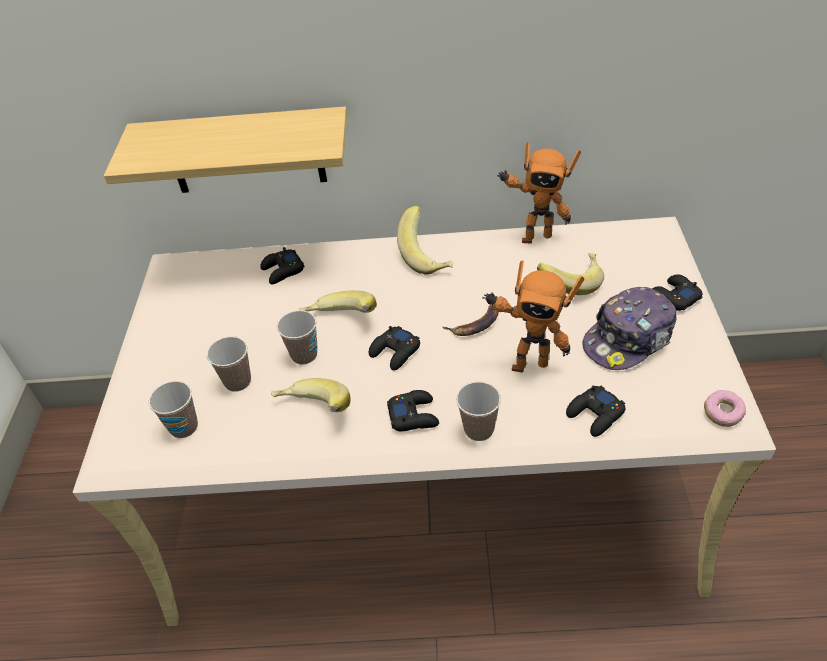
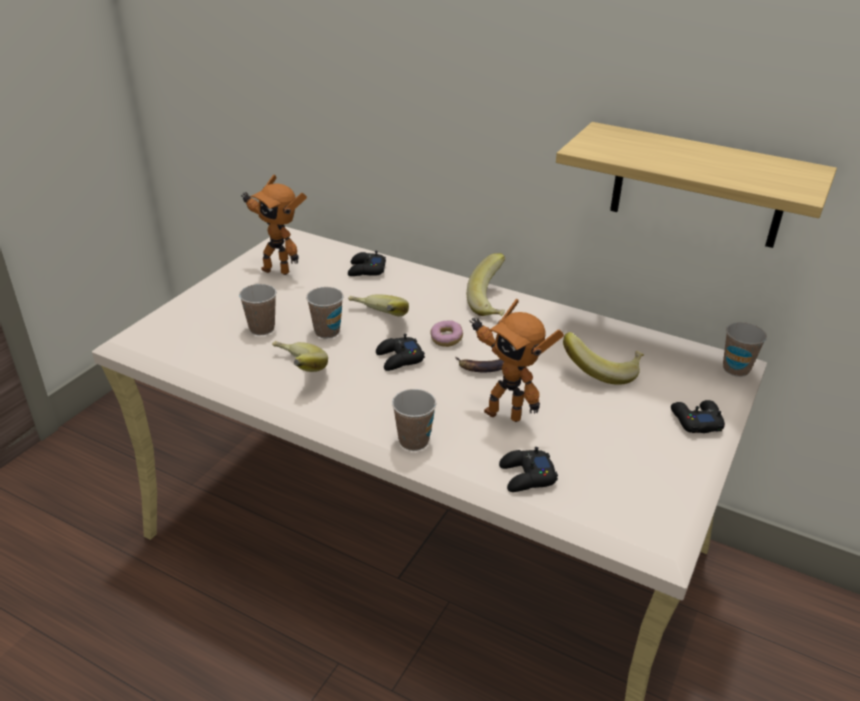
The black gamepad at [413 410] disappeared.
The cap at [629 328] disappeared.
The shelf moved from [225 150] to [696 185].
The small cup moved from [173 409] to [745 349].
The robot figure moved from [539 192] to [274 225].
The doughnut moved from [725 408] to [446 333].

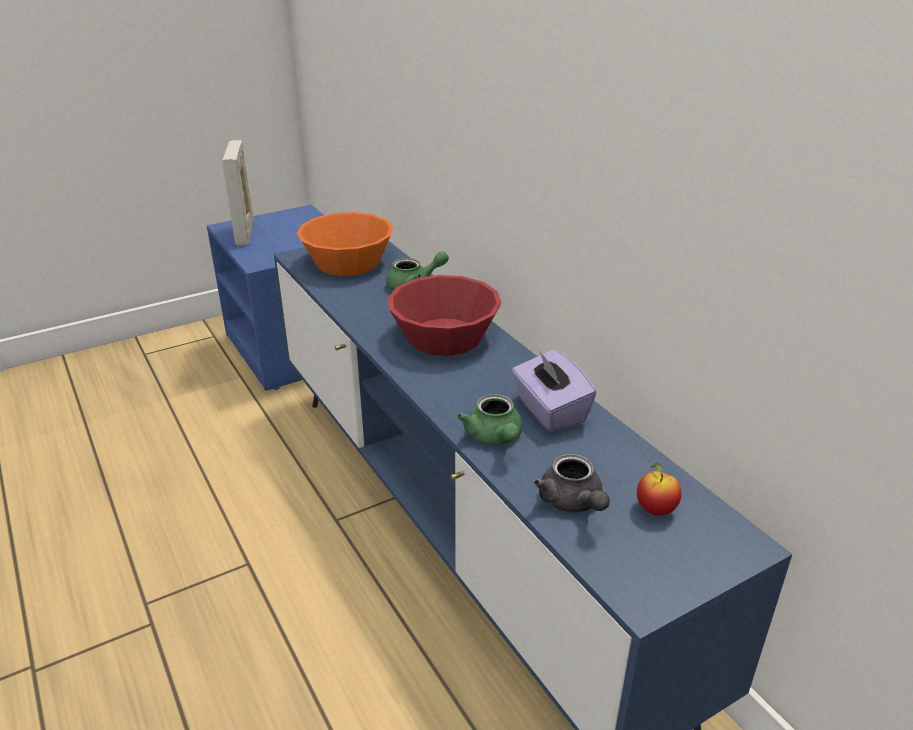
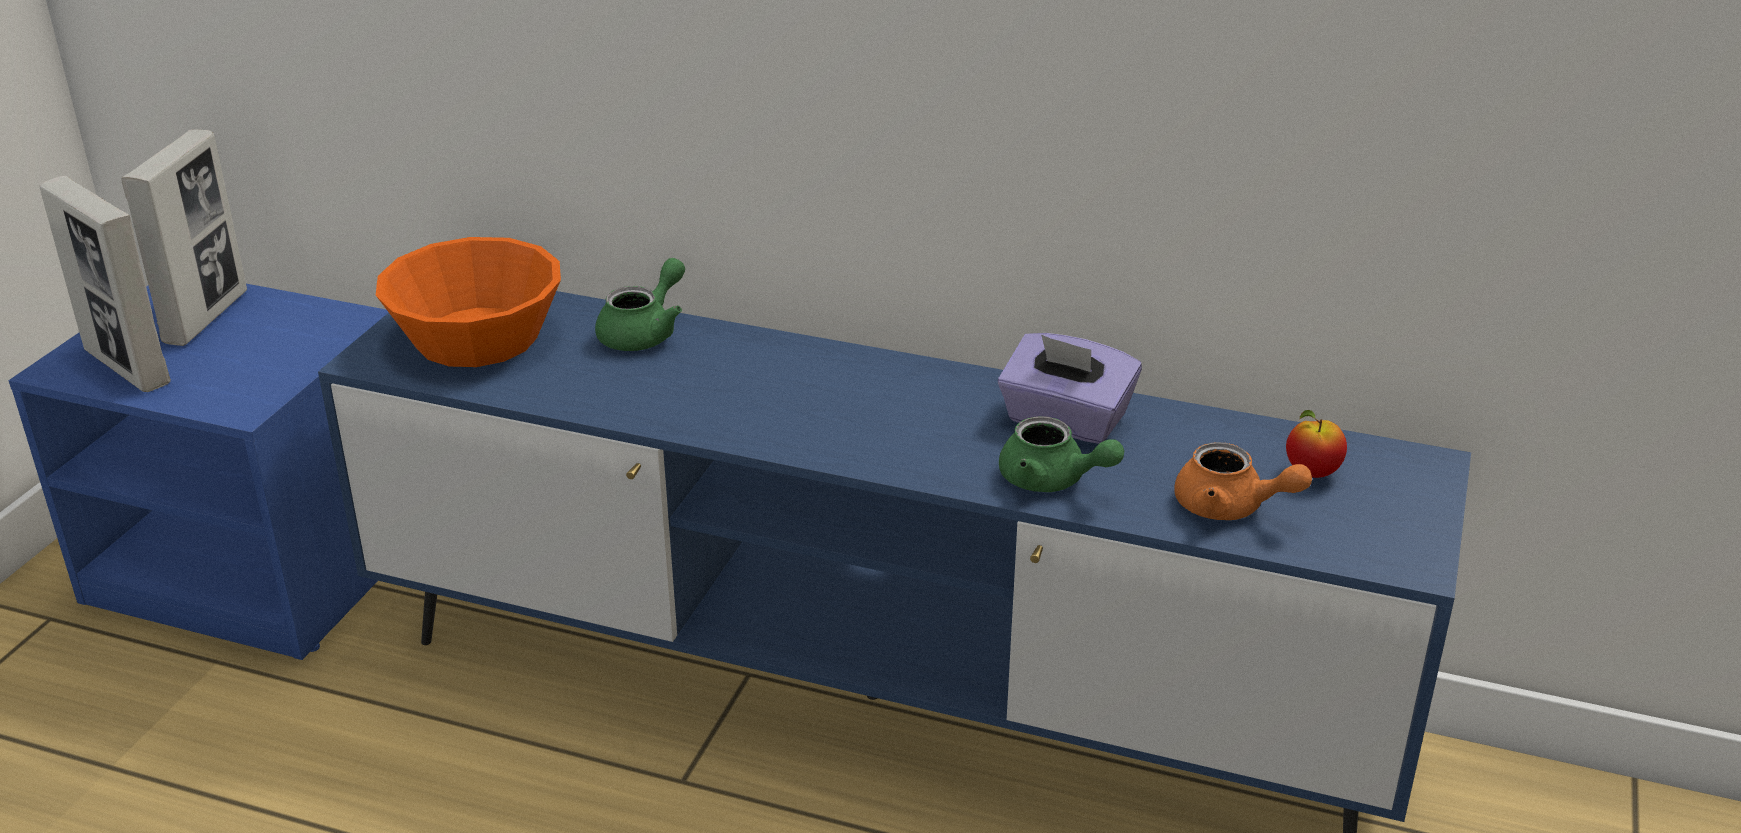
The red-coloured bowl at [445 315] disappeared.
The picture frame at [184 237] appeared.
The grey teapot at [572 483] became the orange teapot at [1243 481].

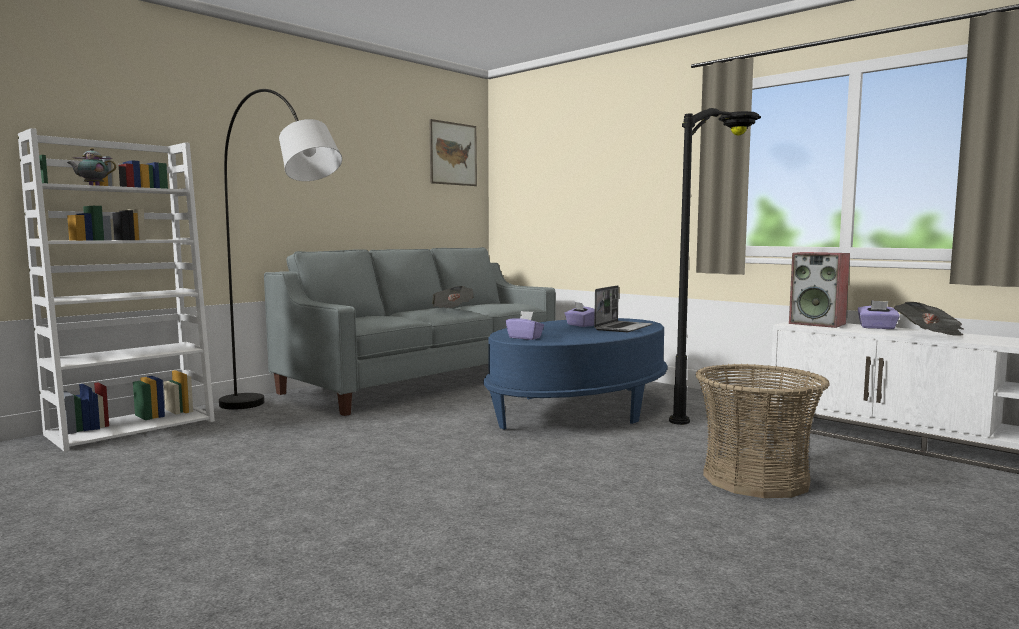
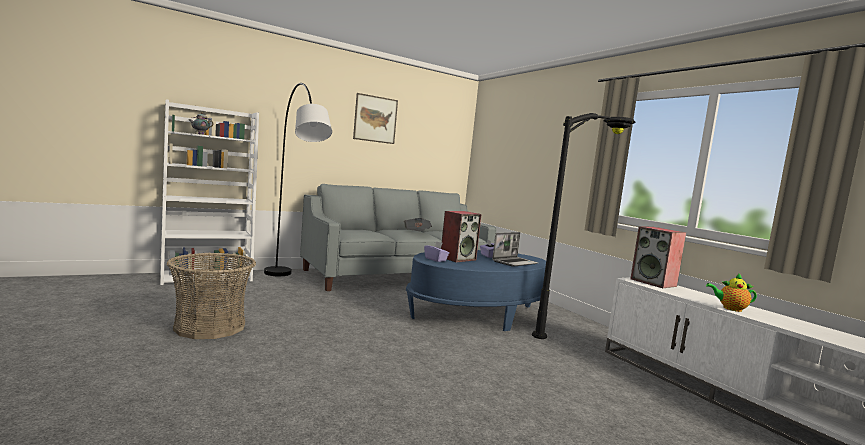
The purplish box of tissues at [879 314] disappeared.
The speaker at [461 236] appeared.
The wall picture moved from [453 152] to [375 118].
The storage basket moved from [763 431] to [211 296].
The daily paper at [929 319] was replaced by the teapot at [731 292].

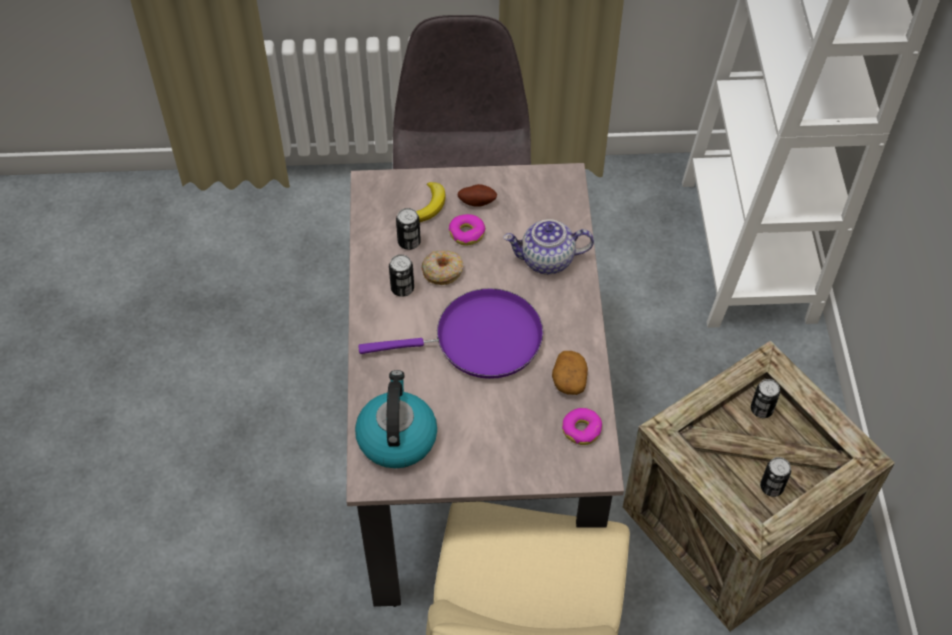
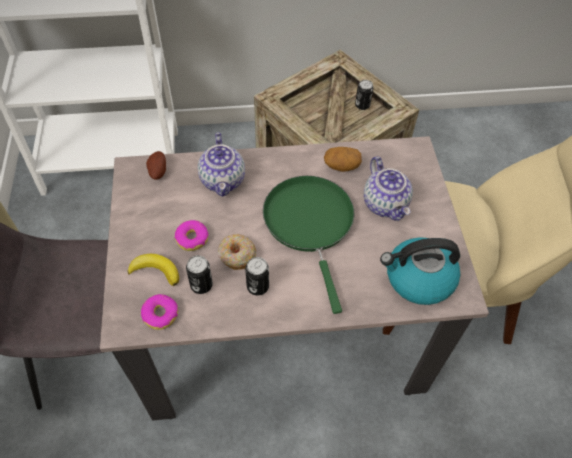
The sealed can at [765 398] disappeared.
The teapot at [388 188] appeared.
The whole potato moved from [477 195] to [156 165].
The doughnut moved from [582 426] to [159 312].
The purplish pan at [450 333] became the green-coloured pan at [308 245].

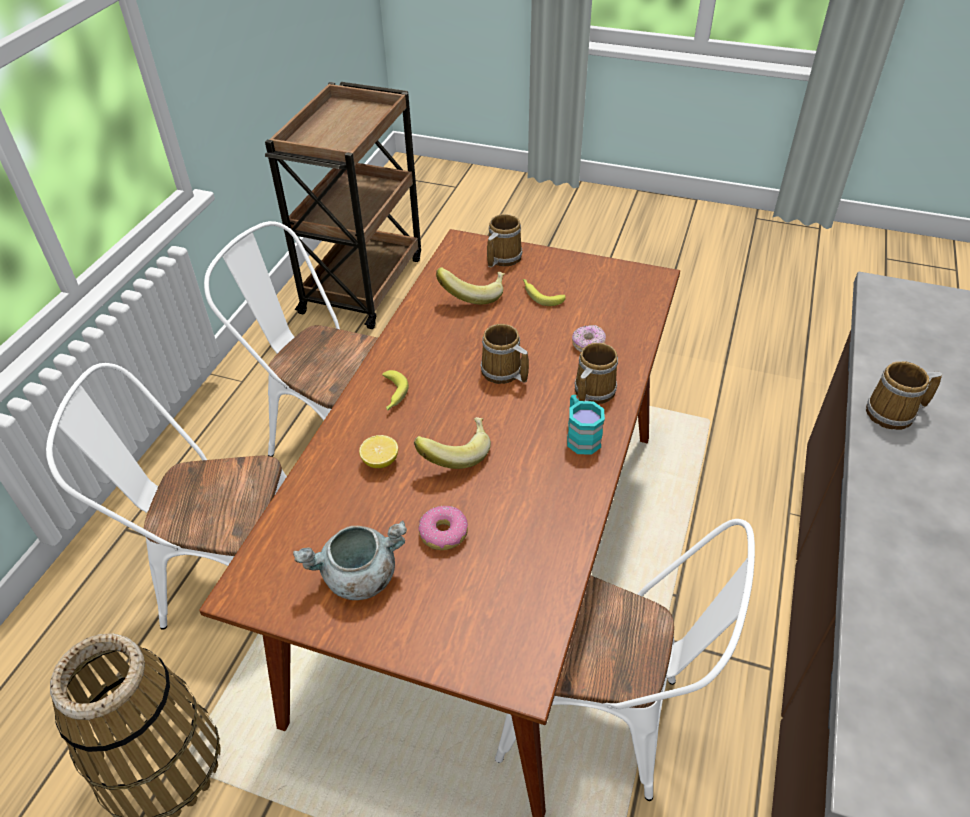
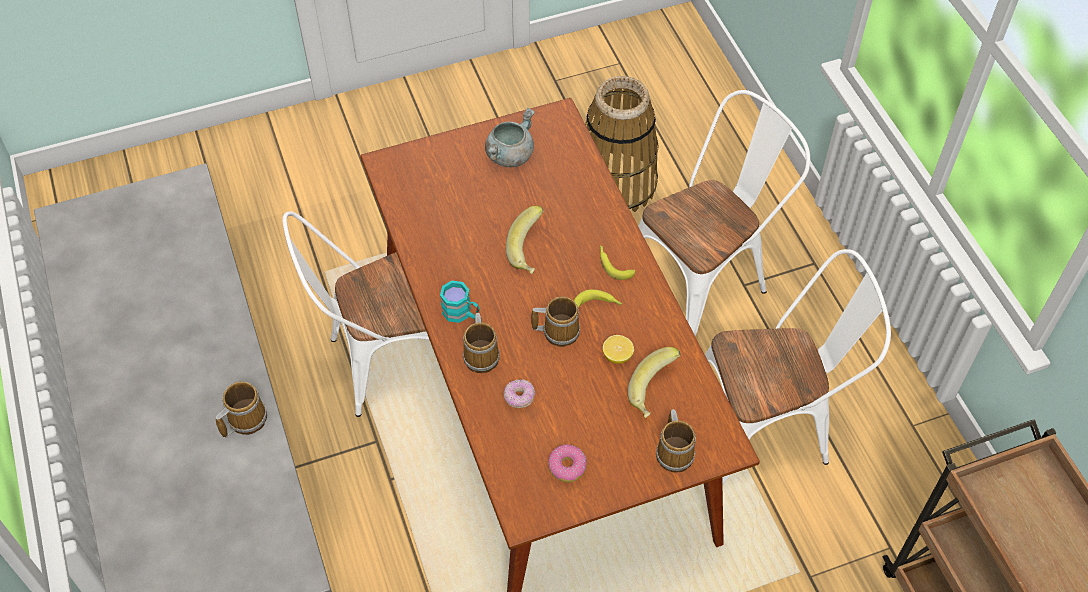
The citrus fruit moved from [378 451] to [618 349].
The doughnut moved from [443 528] to [567 463].
The banana moved from [544 292] to [598 298].

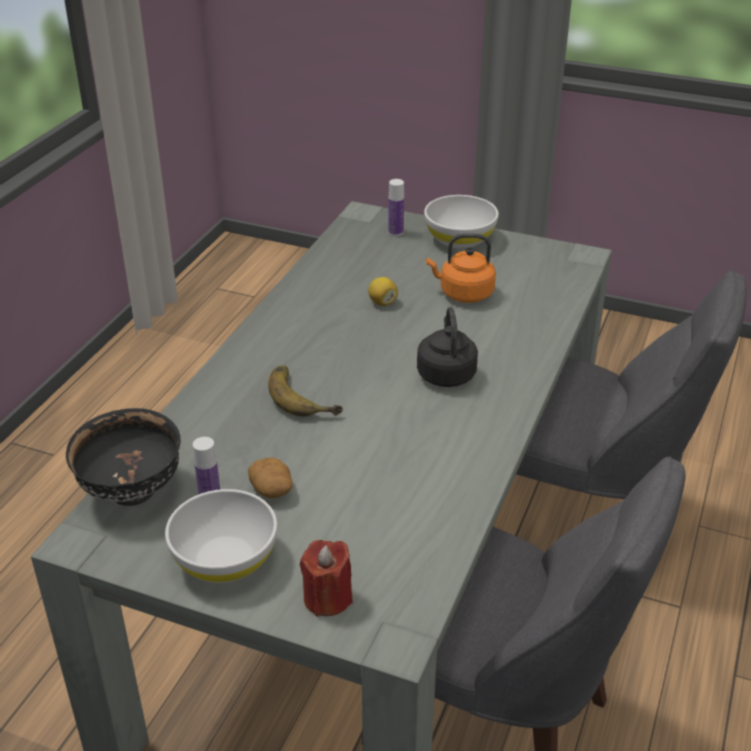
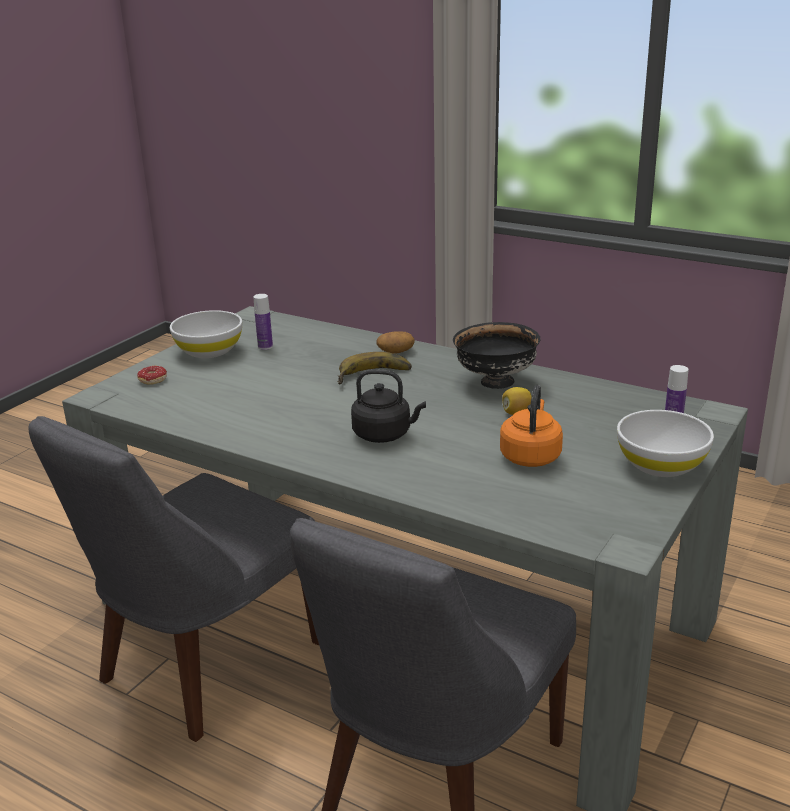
The black bowl moved from [123 457] to [496 355].
The whole potato moved from [270 478] to [395 342].
The red-coloured wax candle at [326 578] was replaced by the doughnut at [152 375].

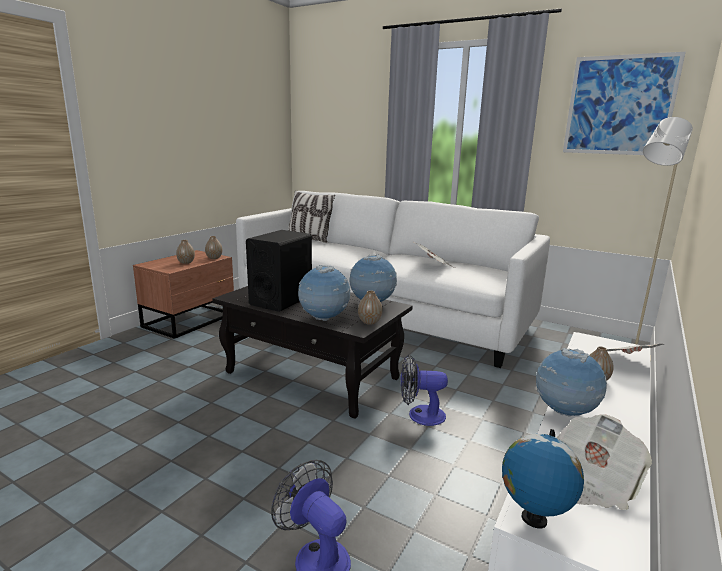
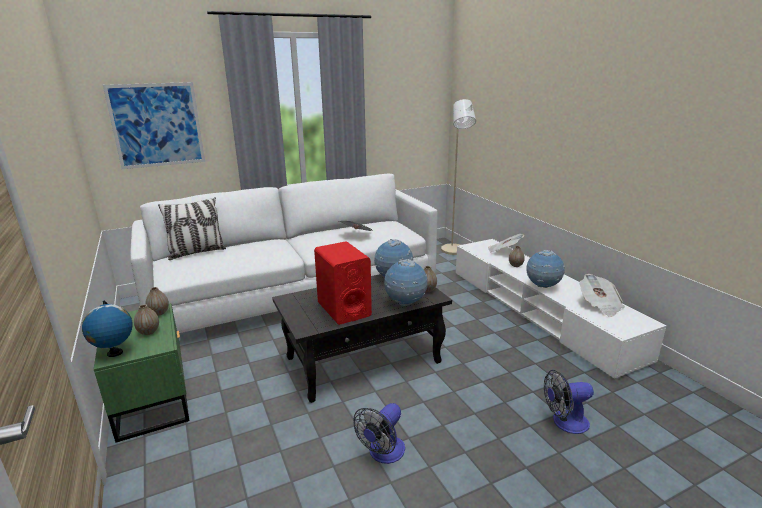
The electric fan moved from [424 390] to [379 433].
The desk globe moved from [543 478] to [107 329].
The wall picture moved from [624 103] to [154 125].
The brownish night table at [183 294] became the green-coloured night table at [141 373].
The black speaker at [279 271] became the red-coloured speaker at [343 283].

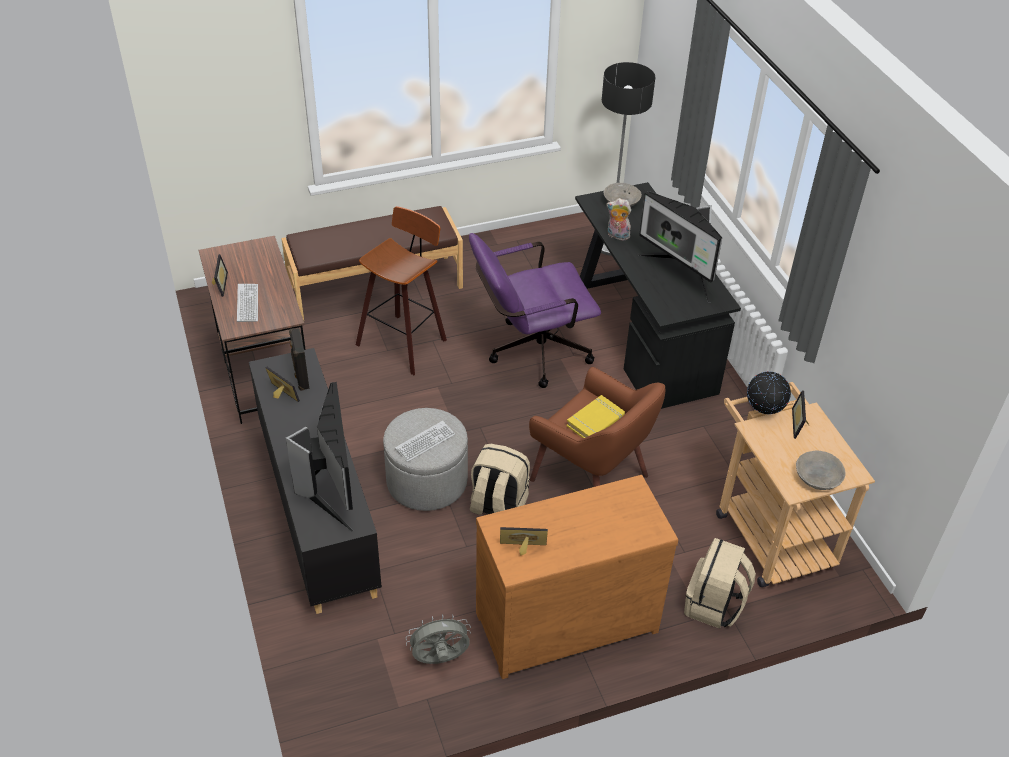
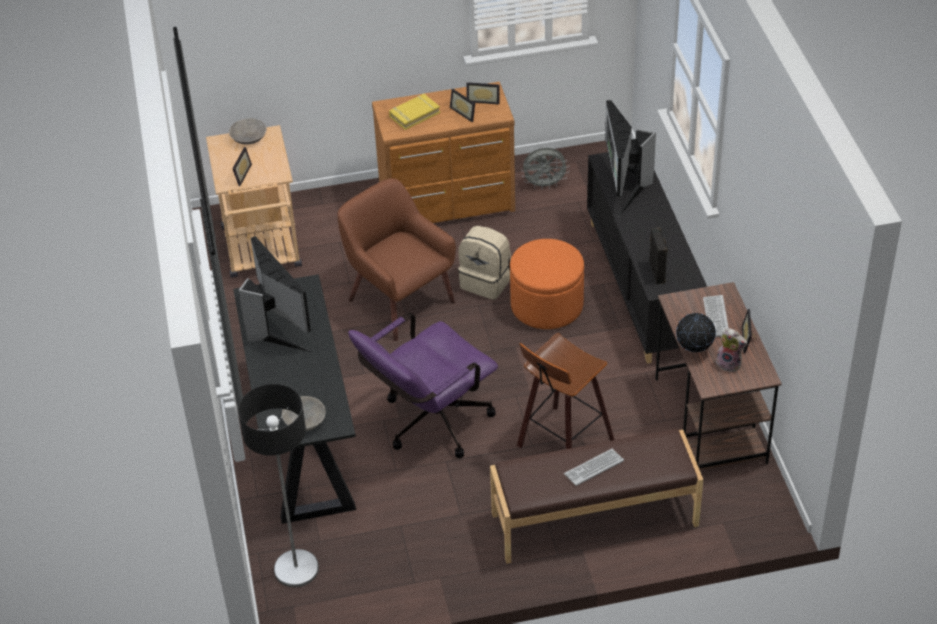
The beige-coloured knapsack at [720 583] disappeared.
The picture frame moved from [282 384] to [462 105].
The computer keyboard moved from [425 441] to [594 467].
The yellow-coloured bound book moved from [595 416] to [414 112].
The cuddly toy moved from [619 219] to [732 350].
The desk globe moved from [769 393] to [696 333].
The grey ottoman at [425 459] became the orange ottoman at [547 284].
The purplish office chair at [535 310] turned 150 degrees clockwise.

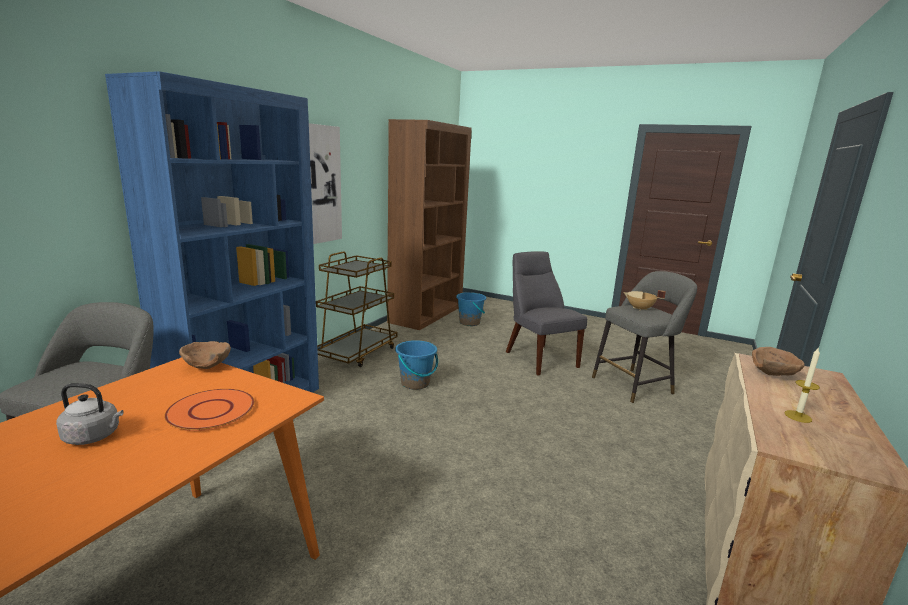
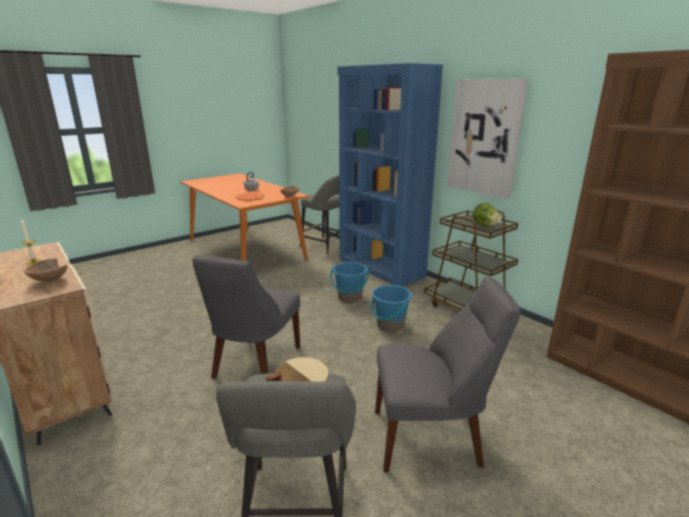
The grey chair at [246 317] appeared.
The lettuce at [487 215] appeared.
The blue bucket moved from [471 309] to [349 282].

